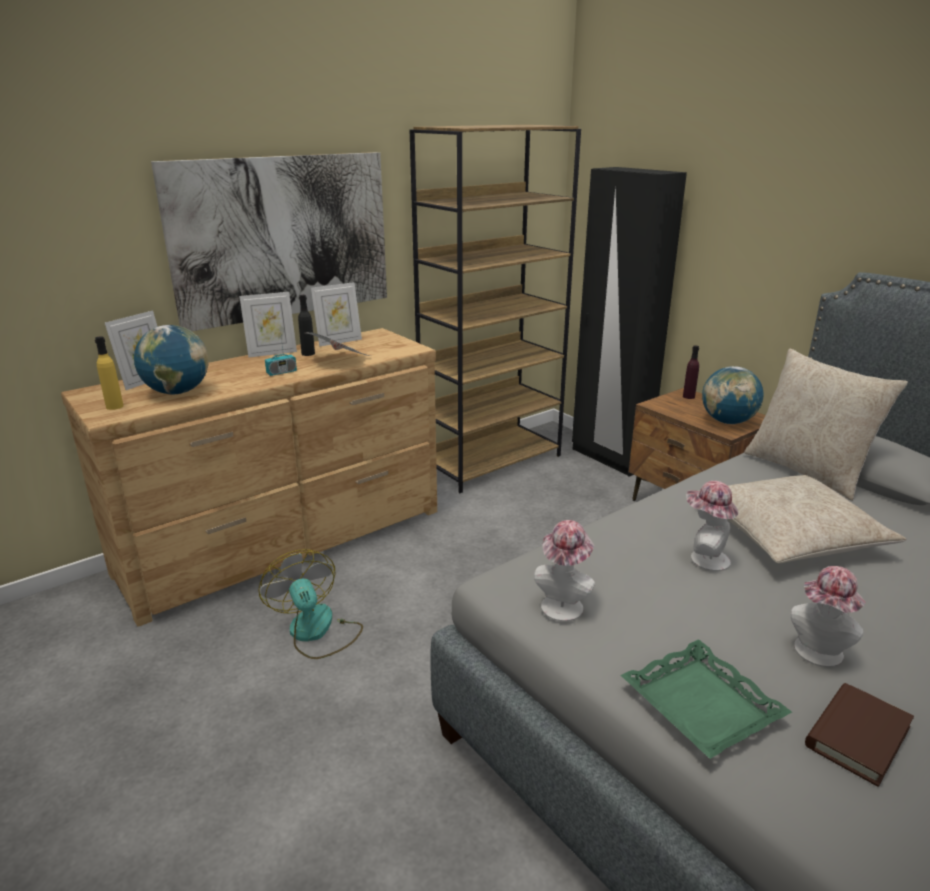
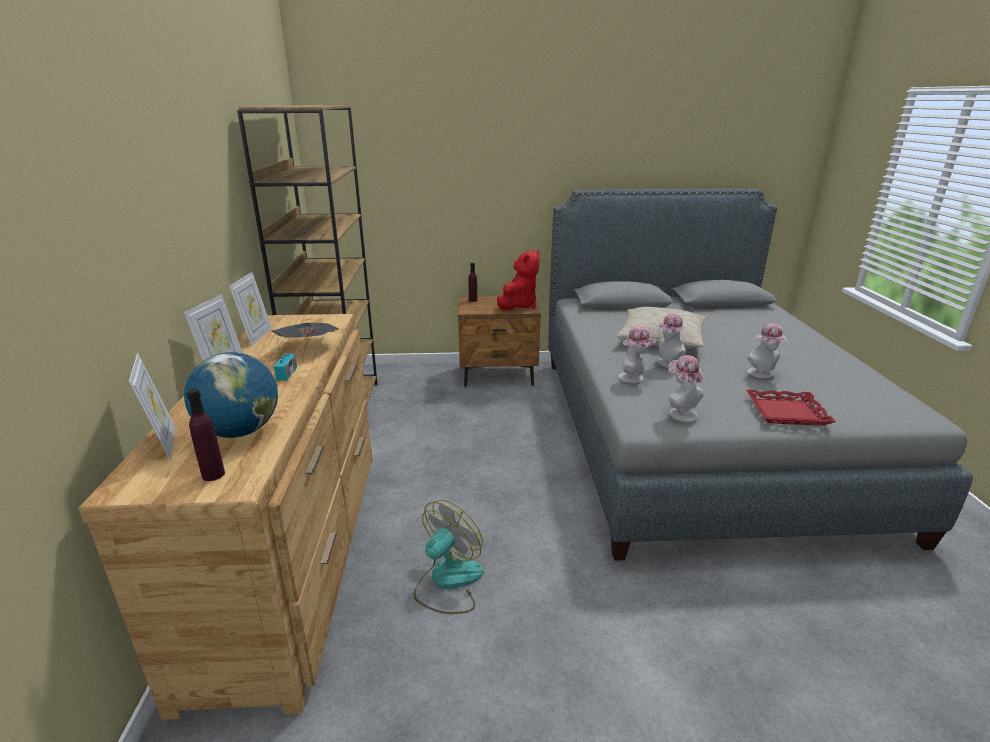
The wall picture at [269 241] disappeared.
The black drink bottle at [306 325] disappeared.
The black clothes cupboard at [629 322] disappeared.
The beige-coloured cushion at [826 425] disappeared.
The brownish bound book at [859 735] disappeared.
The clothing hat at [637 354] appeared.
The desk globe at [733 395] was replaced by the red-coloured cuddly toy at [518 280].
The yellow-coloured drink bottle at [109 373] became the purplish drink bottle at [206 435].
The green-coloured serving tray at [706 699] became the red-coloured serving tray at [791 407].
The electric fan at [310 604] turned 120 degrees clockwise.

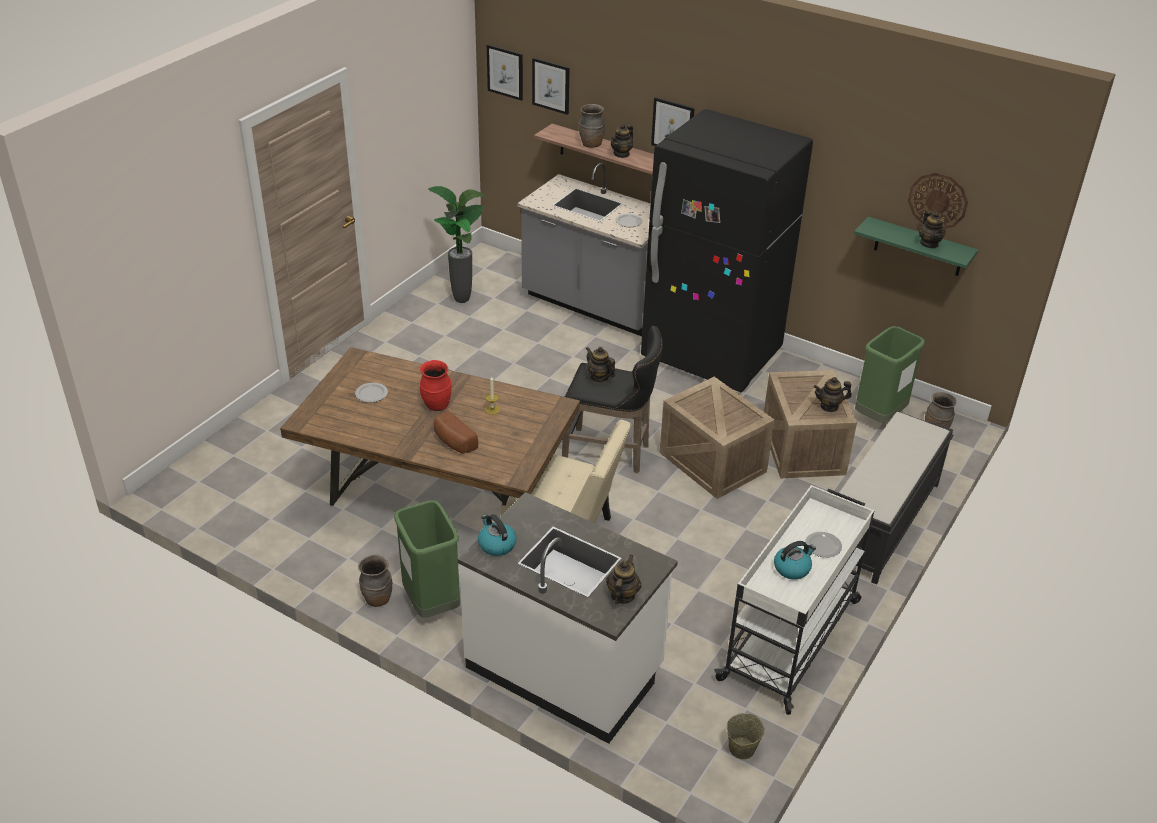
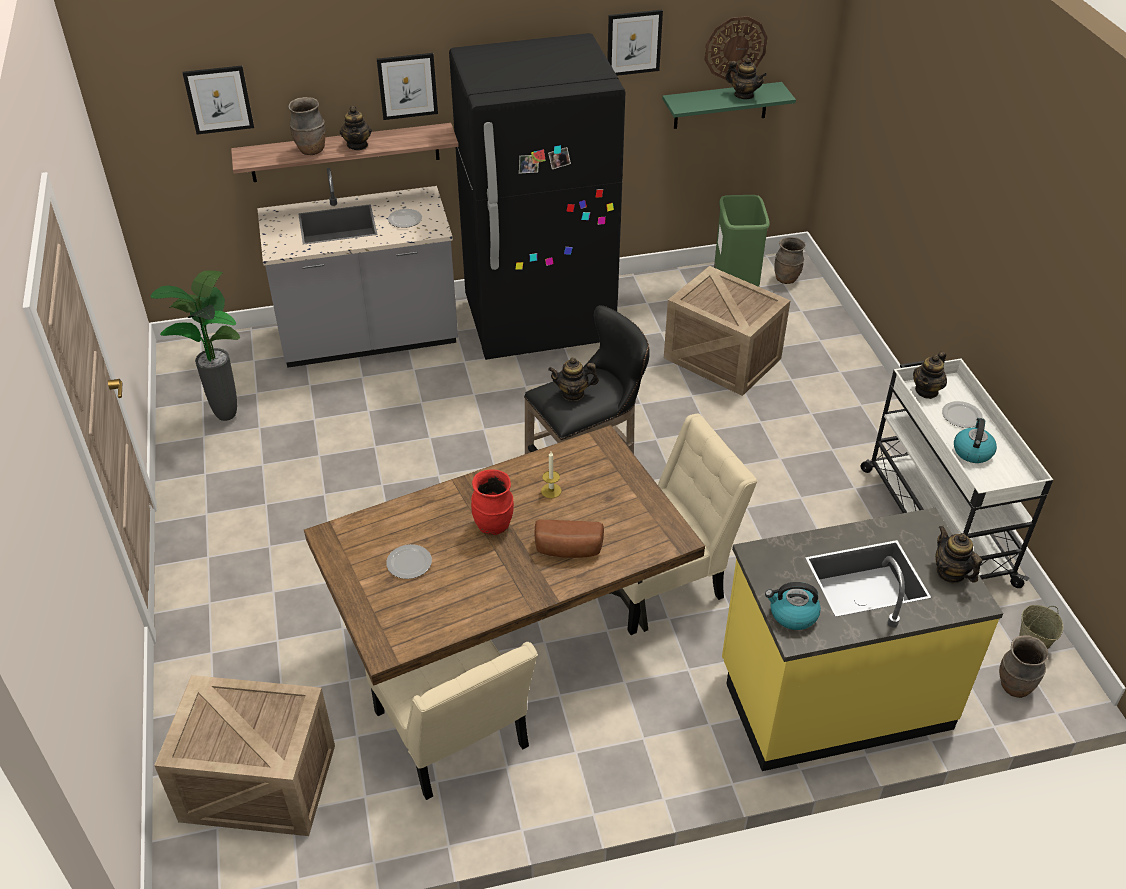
The green-coloured trash can at [427 559] disappeared.
The black bench at [896 498] disappeared.
The beige-coloured chair at [451 720] appeared.
The brownish decorative vase moved from [375 581] to [1024 666].
The wall picture moved from [505 72] to [635 43].
The crate moved from [717 438] to [244 755].
The teapot moved from [833 394] to [930 375].
The whitish counter at [568 618] became the yellow-coloured counter at [862 639].

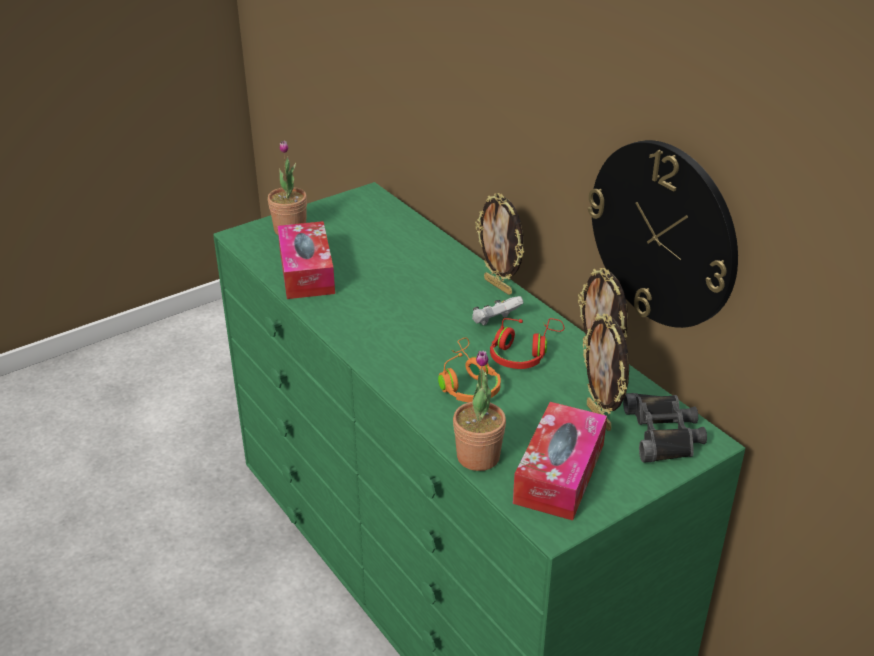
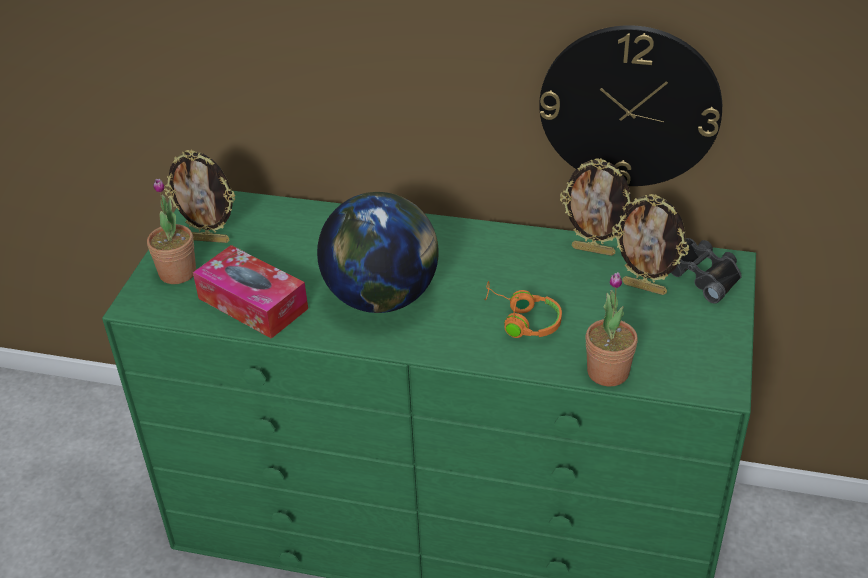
The whitish gamepad at [498 310] disappeared.
The red-coloured headset at [527 343] disappeared.
The box of tissues at [560 461] disappeared.
The desk globe at [378 252] appeared.
The picture frame moved from [499 244] to [199 196].

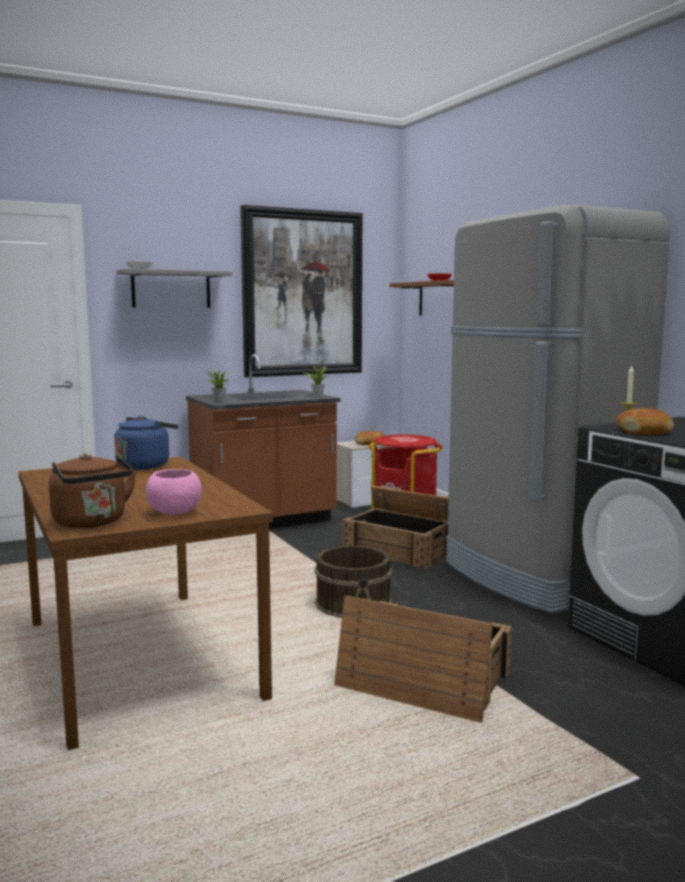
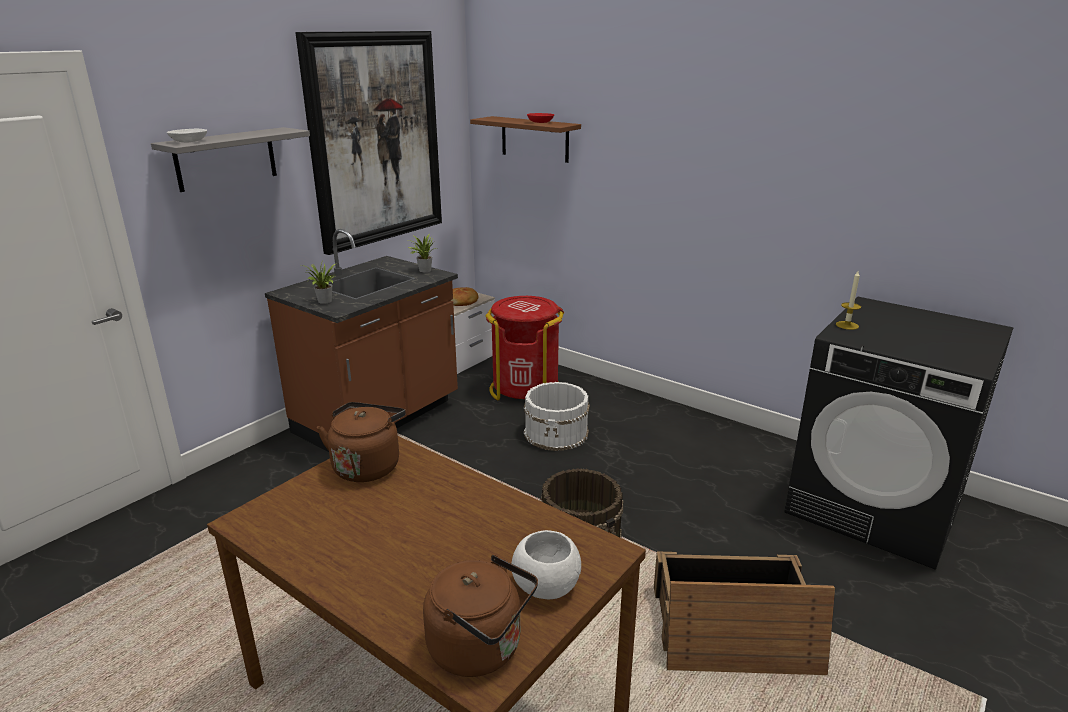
The grey kitchen fridge at [558 409] disappeared.
The bread at [645 421] disappeared.
The crate at [396 527] was replaced by the whitish bucket at [557 416].
The blue water kettle at [146 443] became the brownish water kettle at [361 442].
The pink bowl at [174 492] became the whitish bowl at [546 564].

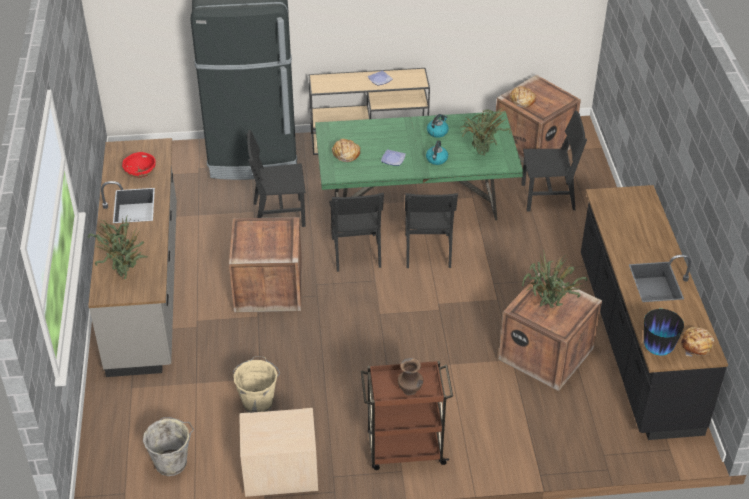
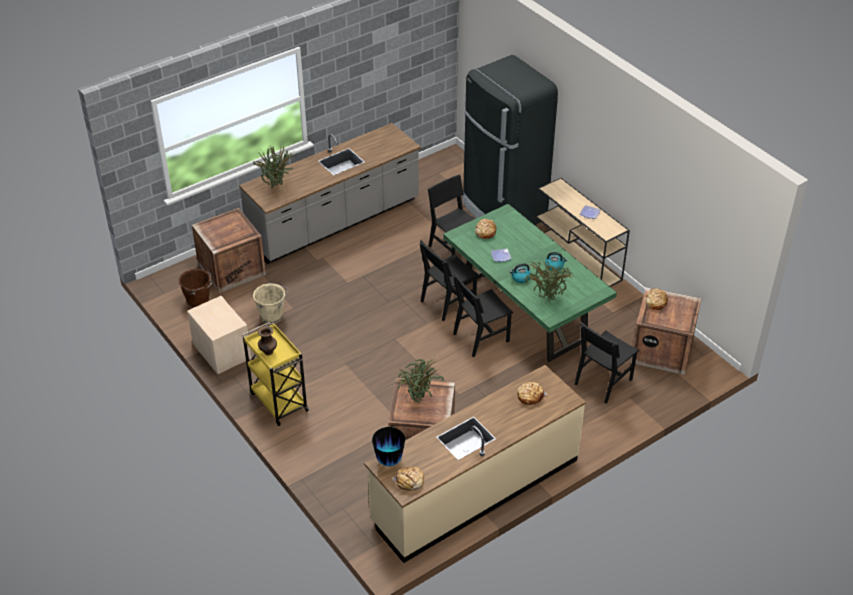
The red-coloured bowl at [139 165] disappeared.
The bread at [532 393] appeared.
The crate moved from [265 264] to [229 250].
The grey bucket at [168 446] became the brownish bucket at [195 288].
The brownish wheeled cart at [407 415] became the yellow-coloured wheeled cart at [276 374].
The black counter at [654 312] became the beige-coloured counter at [475 464].
The black chair at [554 161] turned 75 degrees clockwise.

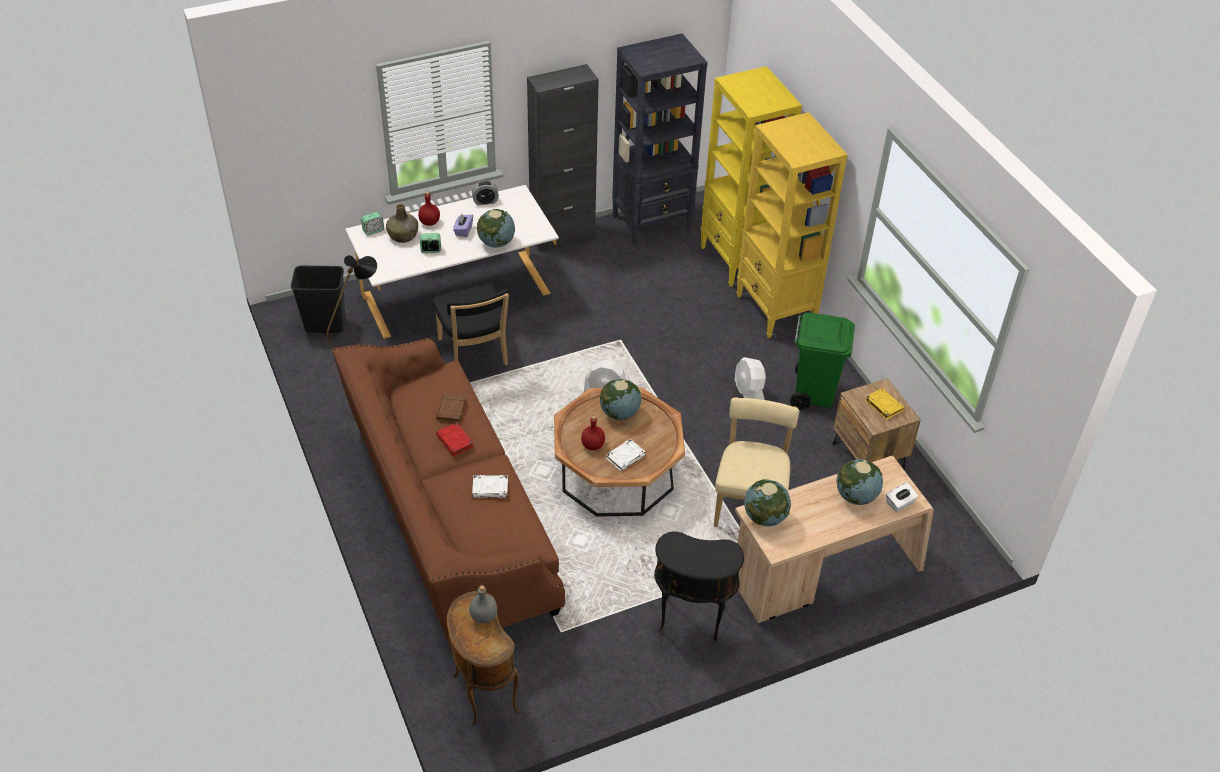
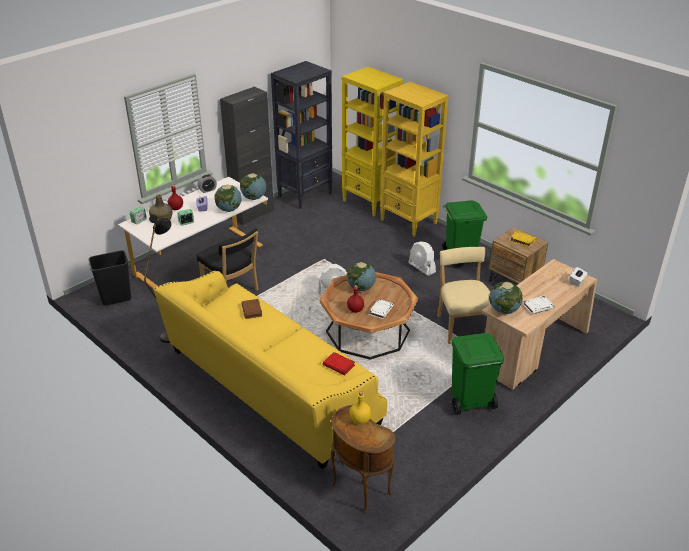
The red-coloured bound book moved from [455 439] to [339 363].
The whitish bound book moved from [490 486] to [538 305].
The desk globe moved from [860 482] to [253 186].
The black end table at [699 587] was replaced by the green-coloured trash can at [477 374].
The brownish couch at [449 489] became the yellow-coloured couch at [270 370].
The grey drink bottle at [483 604] became the yellow-coloured drink bottle at [360 407].

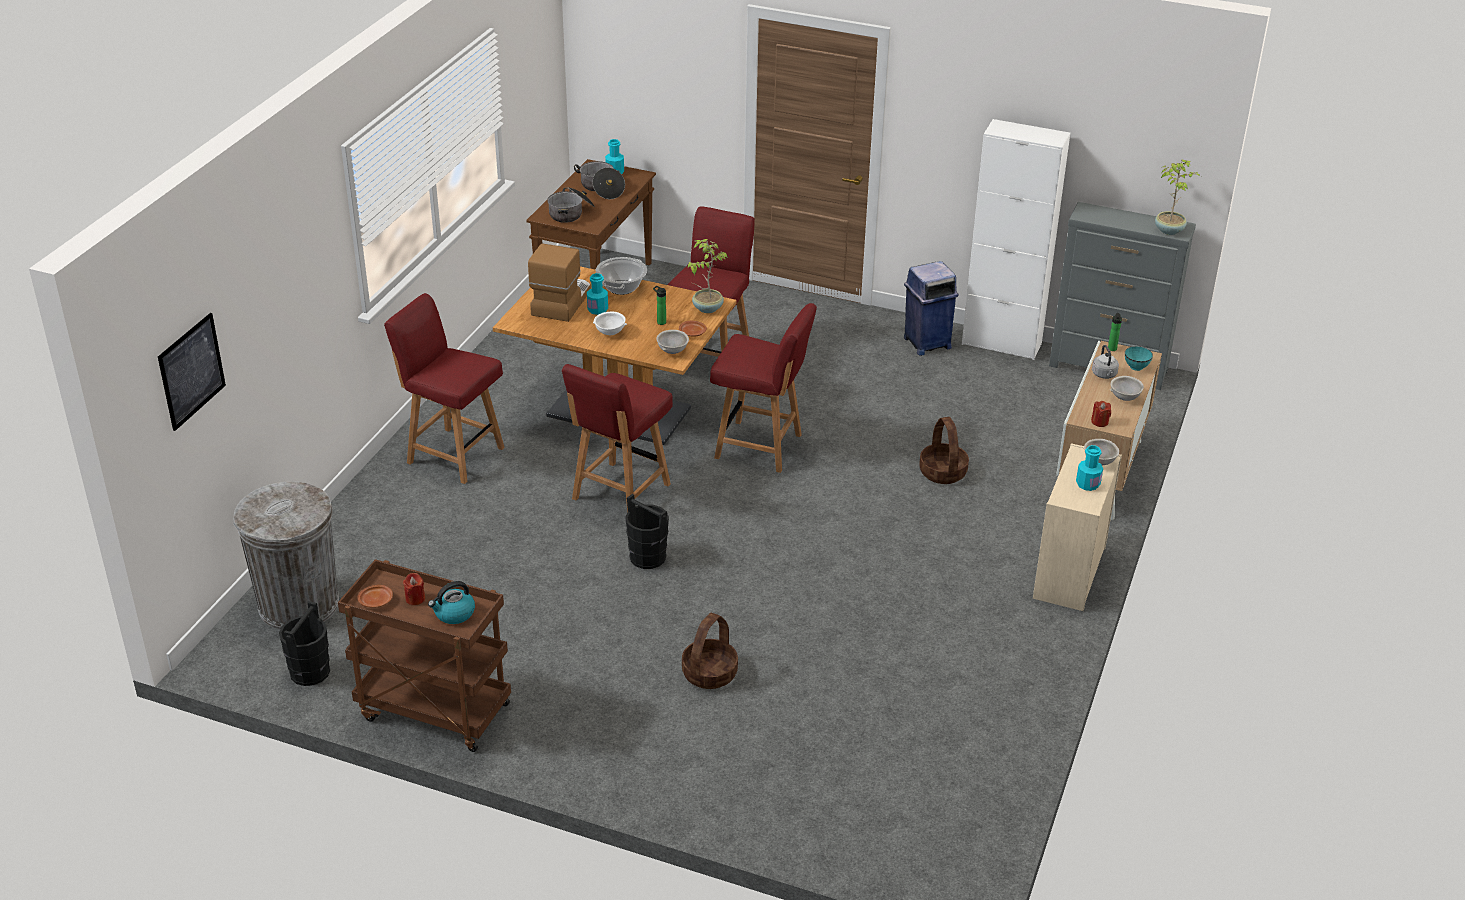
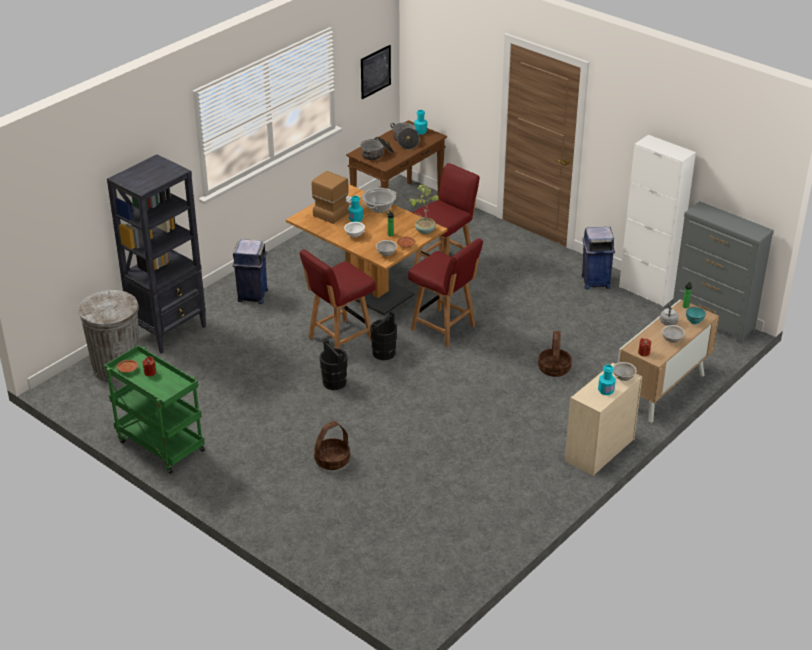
The water kettle at [451 602] disappeared.
The potted plant at [1178 197] disappeared.
The black bookcase at [156 254] appeared.
The wall picture moved from [192 372] to [376 72].
The black bucket moved from [304 643] to [383 335].
The red-coloured chair at [444 388] was replaced by the blue trash can at [250 271].
The brownish wheeled cart at [424 655] became the green-coloured wheeled cart at [154 409].

